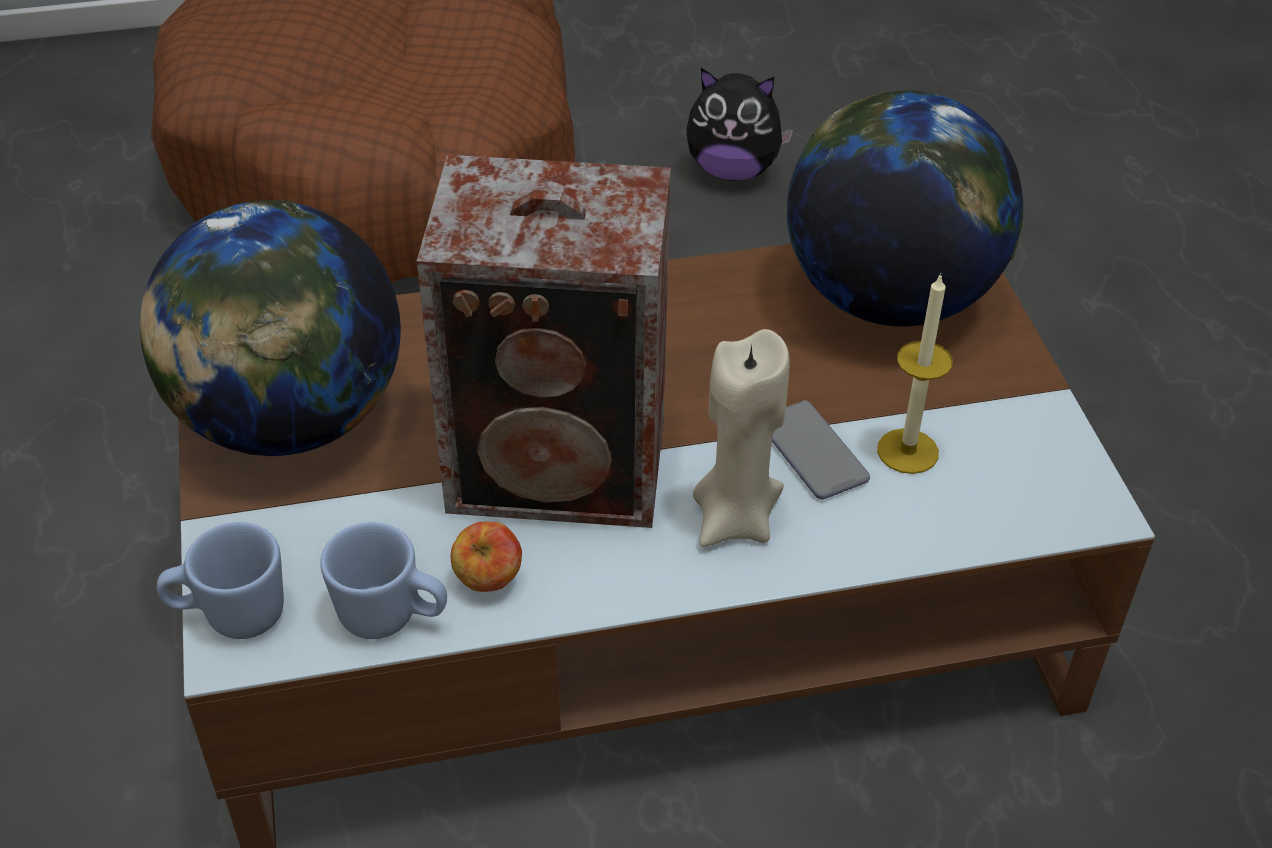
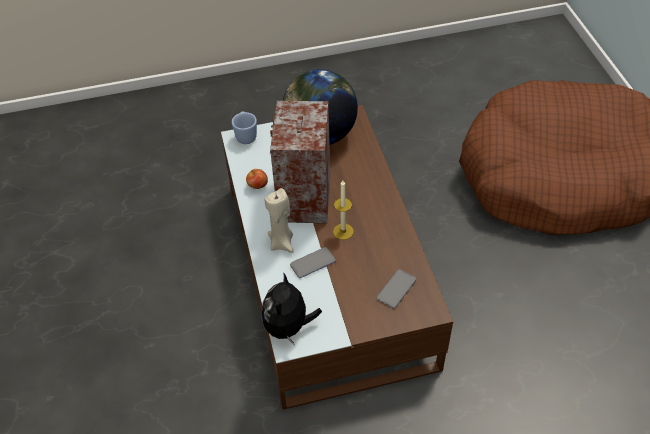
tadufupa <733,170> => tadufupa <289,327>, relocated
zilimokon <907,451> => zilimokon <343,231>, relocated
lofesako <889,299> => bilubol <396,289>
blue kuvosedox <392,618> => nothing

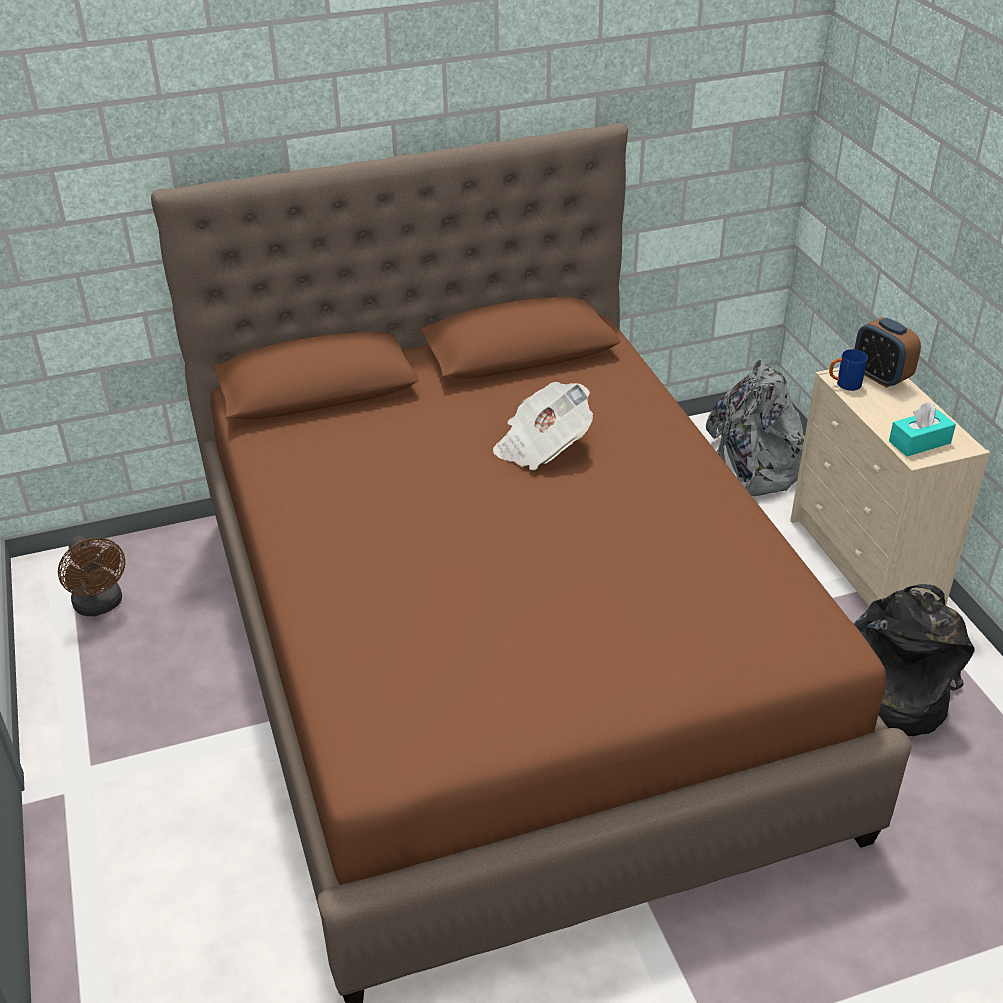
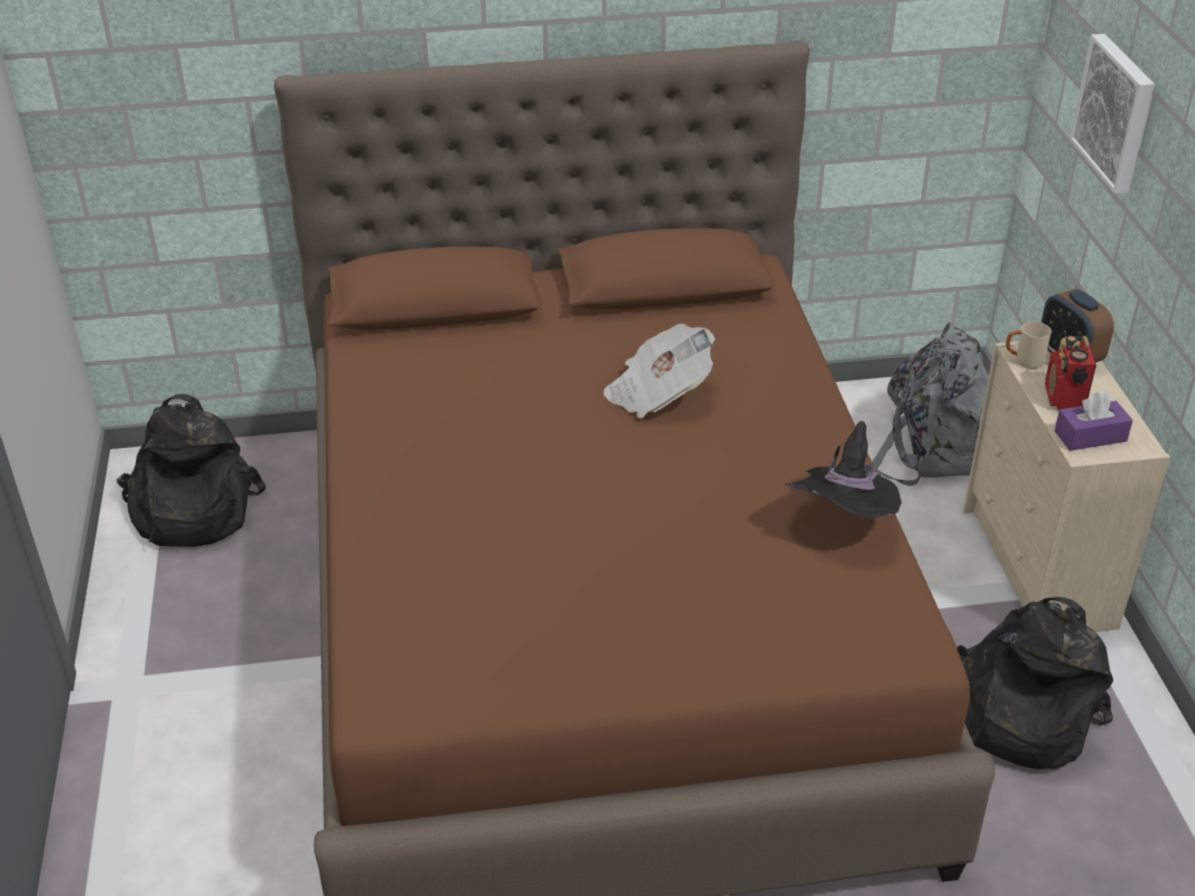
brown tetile <101,605> => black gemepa <190,510>
nothing => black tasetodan <844,522>
blue kuvosedox <844,384> => beige kuvosedox <1023,361>
nothing => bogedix <1064,398>
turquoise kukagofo <919,442> => purple kukagofo <1090,436>
nothing => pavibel <1116,112>

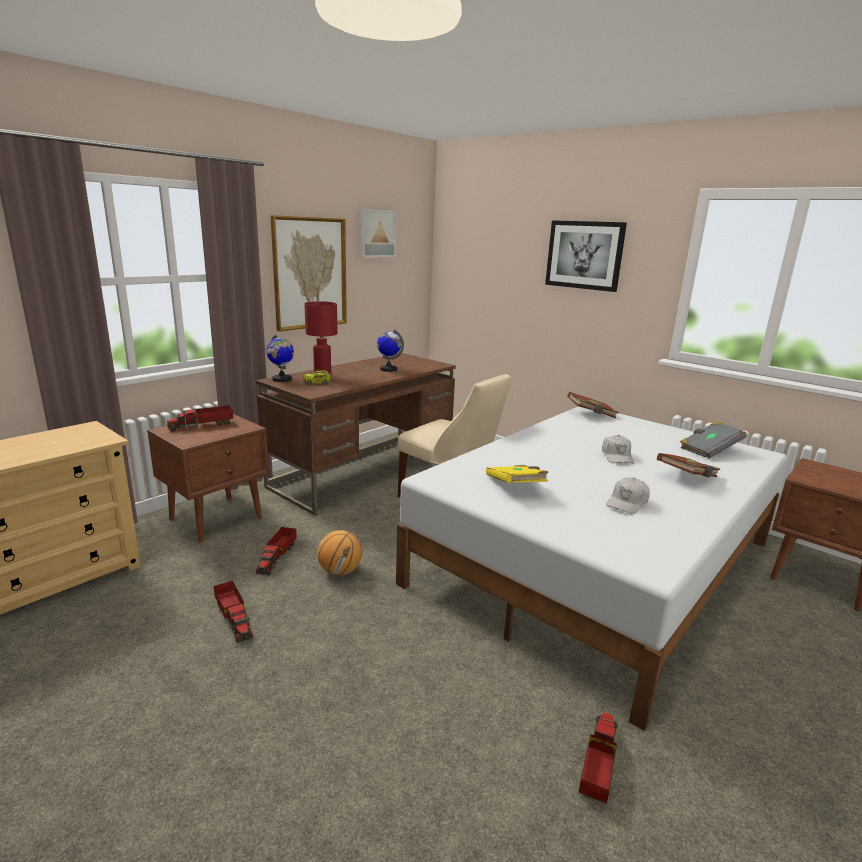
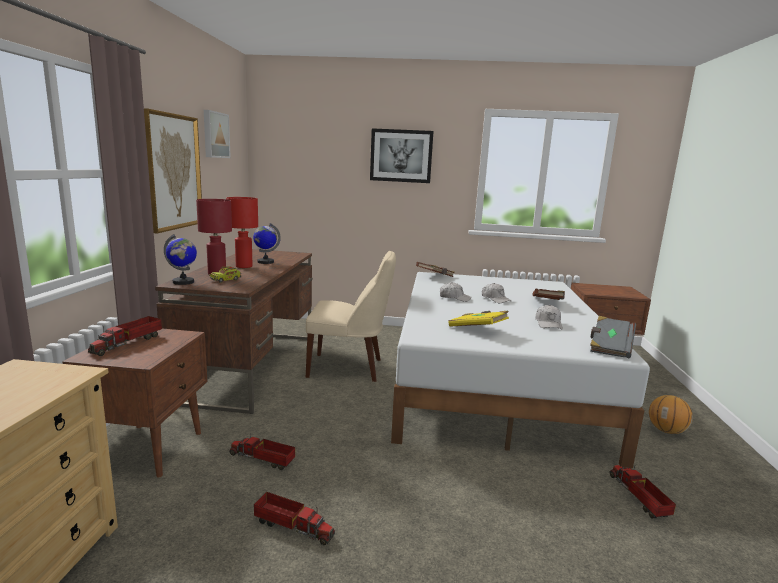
nothing => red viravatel <244,266>
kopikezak <277,556> => kopikezak <263,459>, 135 degrees clockwise
nothing => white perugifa <454,298>
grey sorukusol <709,450> => grey sorukusol <610,347>, relocated
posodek <340,571> => posodek <666,431>, relocated

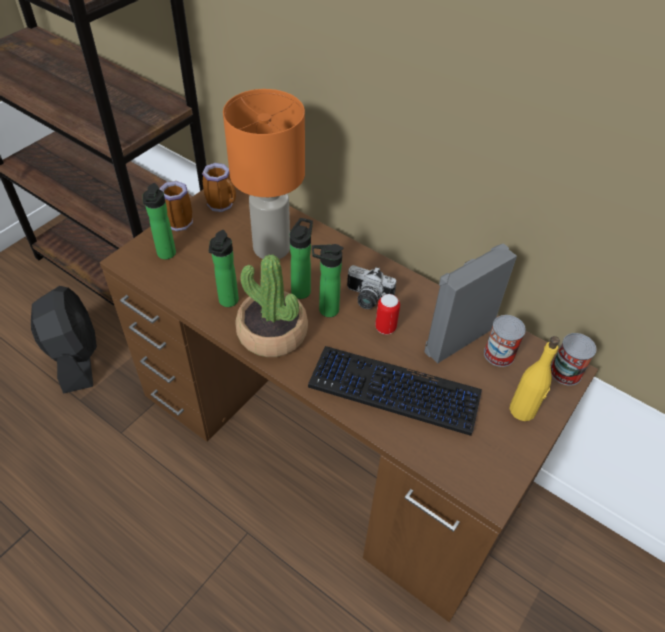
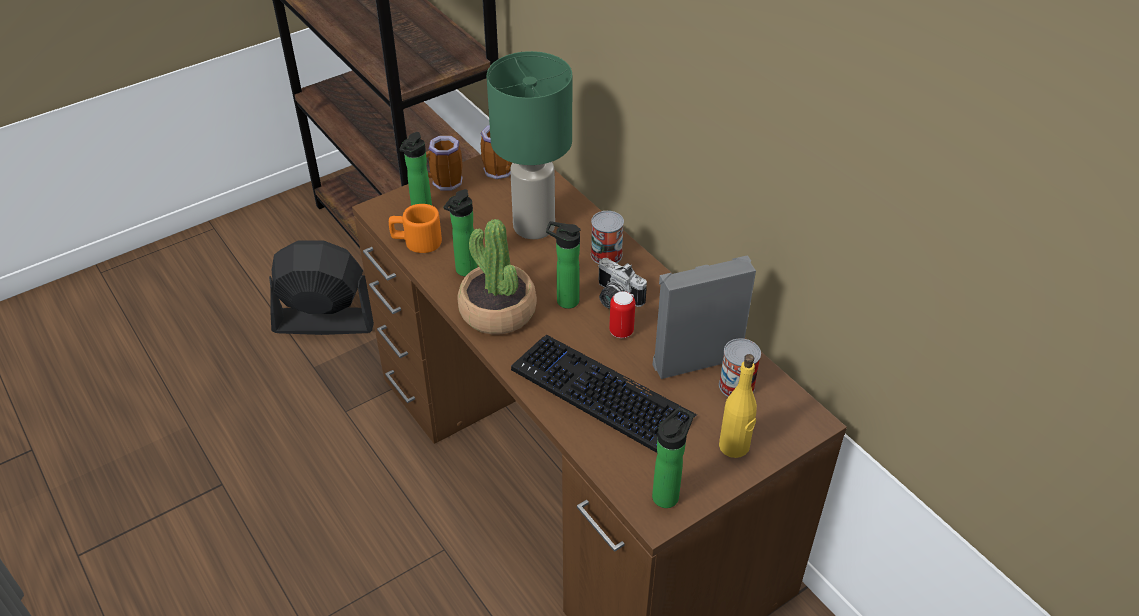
black tetile <75,357> => black tetile <324,321>, 90 degrees counterclockwise
nothing => orange kuvosedox <416,241>
orange viravatel <270,248> => green viravatel <532,226>
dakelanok <565,372> => dakelanok <606,254>, relocated
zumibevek <302,289> => zumibevek <667,494>, relocated

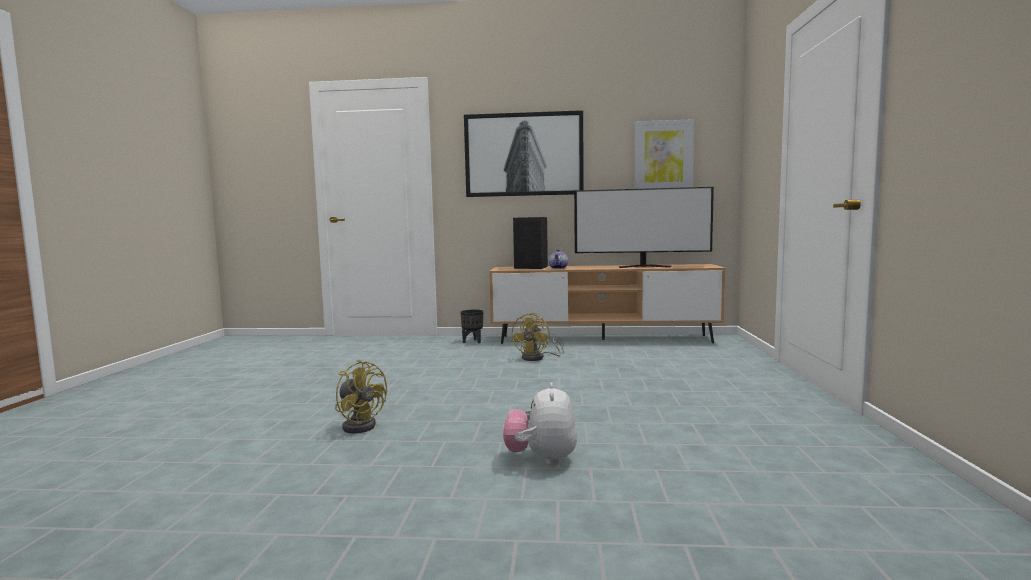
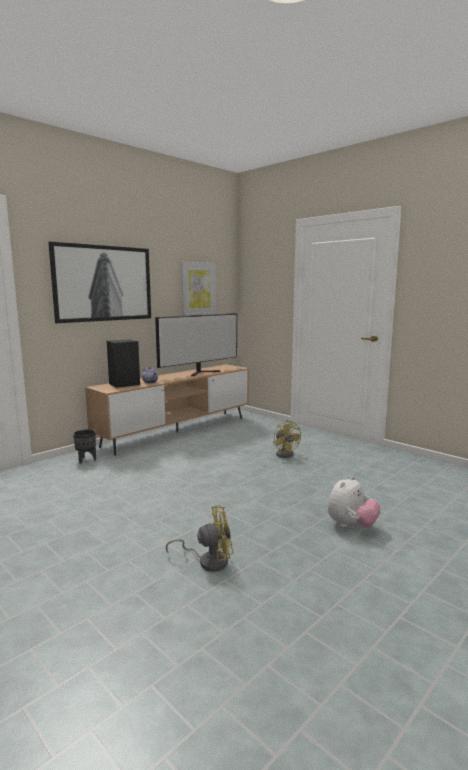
yellow tetile <537,358> => yellow tetile <285,453>, relocated
tadufupa <541,459> => tadufupa <351,526>, 90 degrees counterclockwise

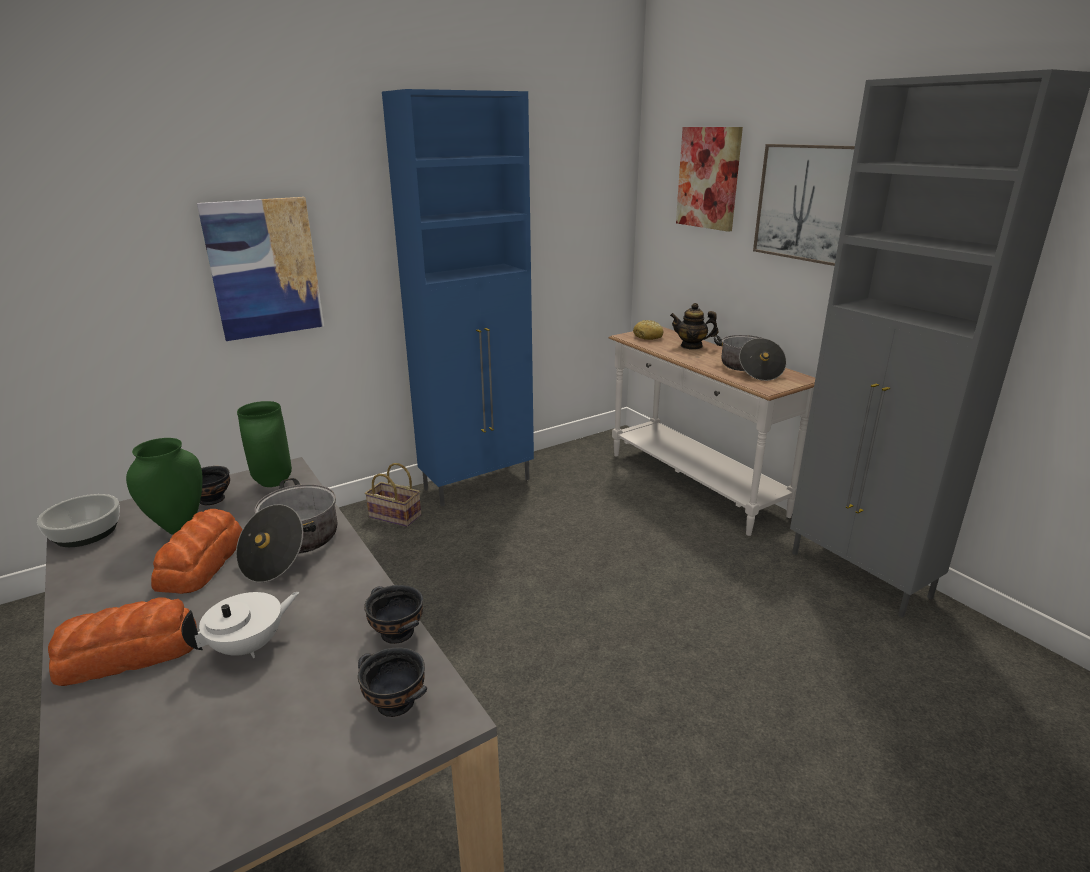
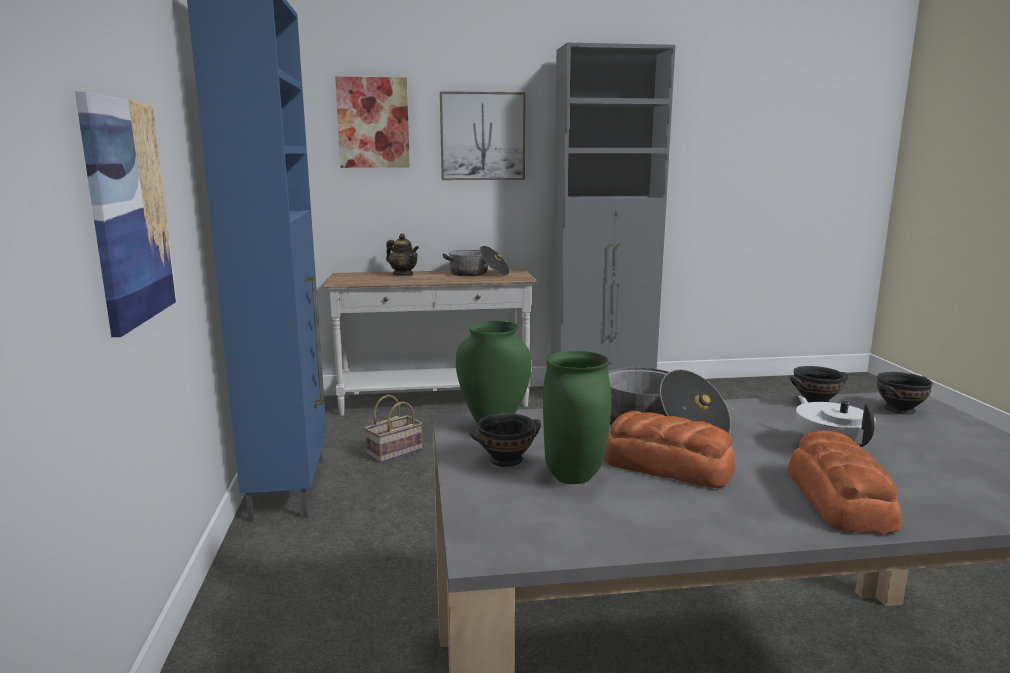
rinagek <393,516> => rinagek <394,453>, relocated
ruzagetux <691,346> => ruzagetux <403,275>, 90 degrees counterclockwise
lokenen <86,532> => nothing
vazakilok <648,337> => nothing

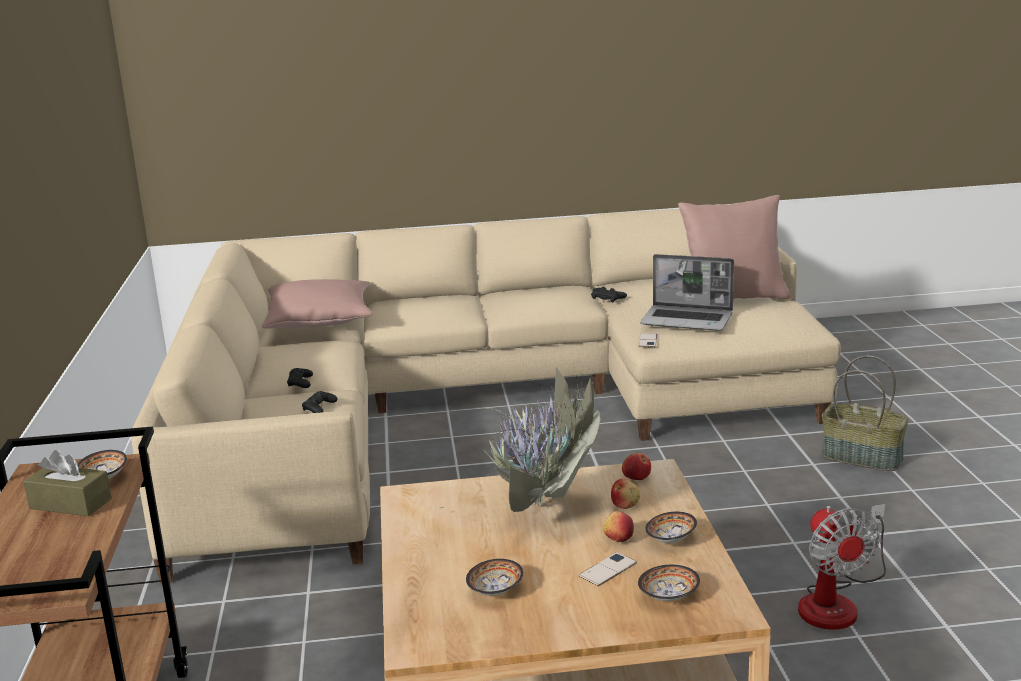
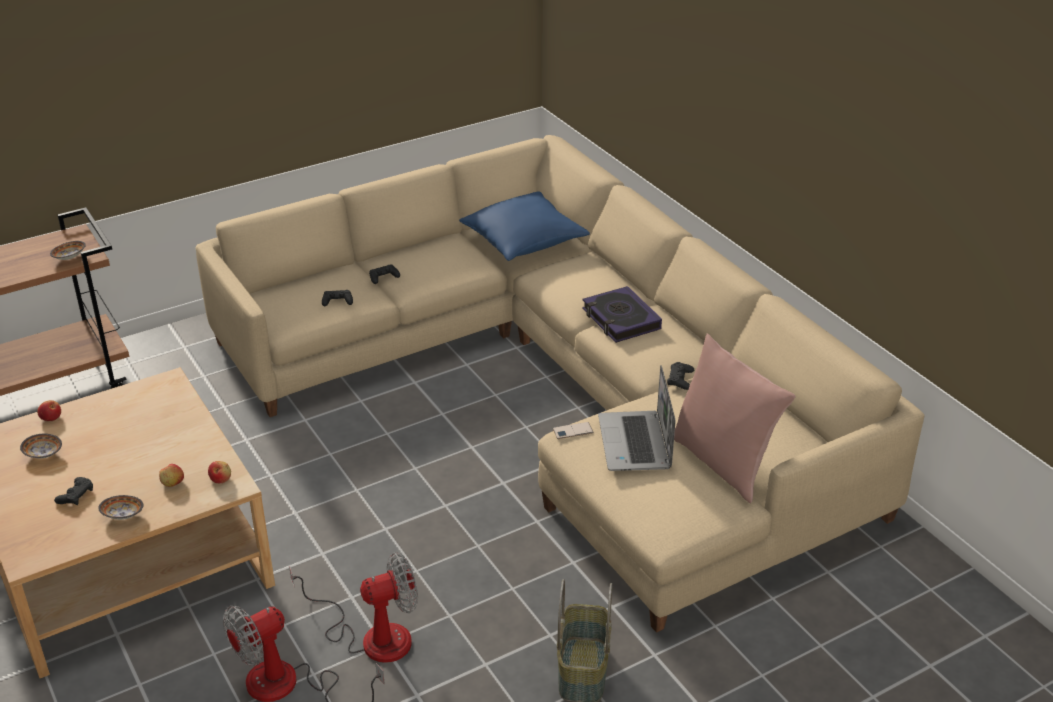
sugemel <618,538> => sugemel <51,417>, relocated
bilubol <608,570> => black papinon <76,495>
nothing => tetile <371,636>
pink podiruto <320,320> => blue podiruto <524,241>
nothing => sorukusol <620,319>
brown kukagofo <70,503> => nothing
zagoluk <543,515> => nothing
lokenen <668,596> => nothing

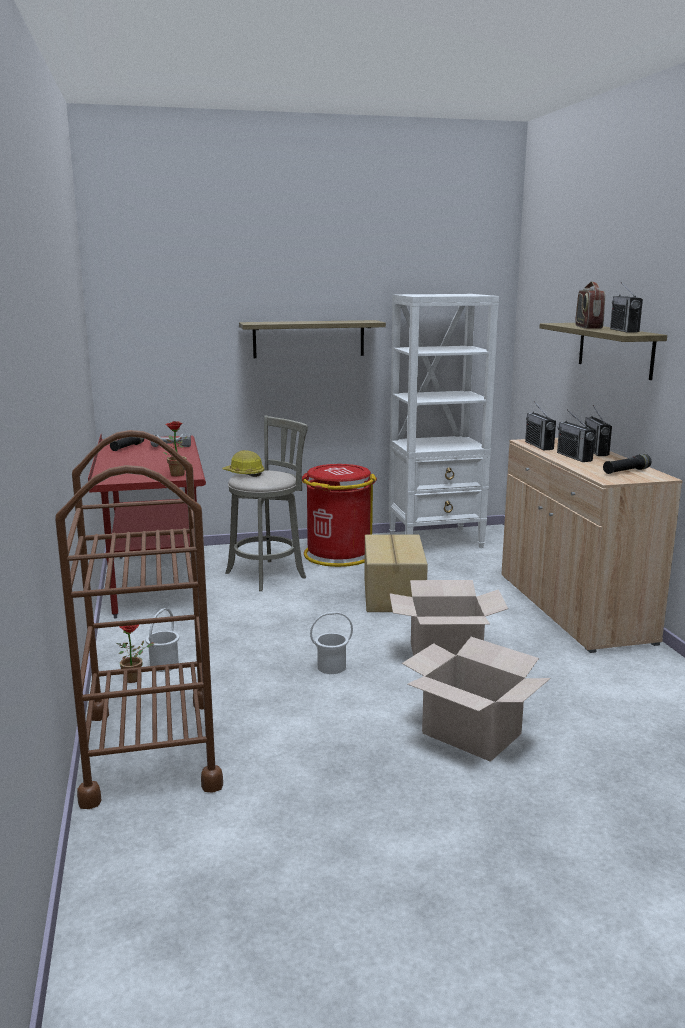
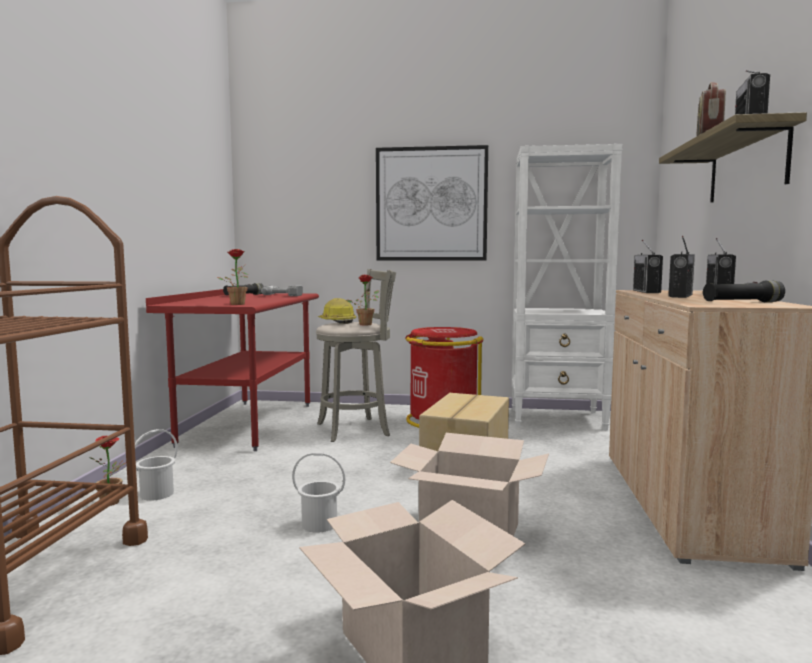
nothing => zagoluk <366,324>
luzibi <309,339> => pavibel <431,204>
bogedix <574,457> => bogedix <681,296>, 150 degrees counterclockwise

